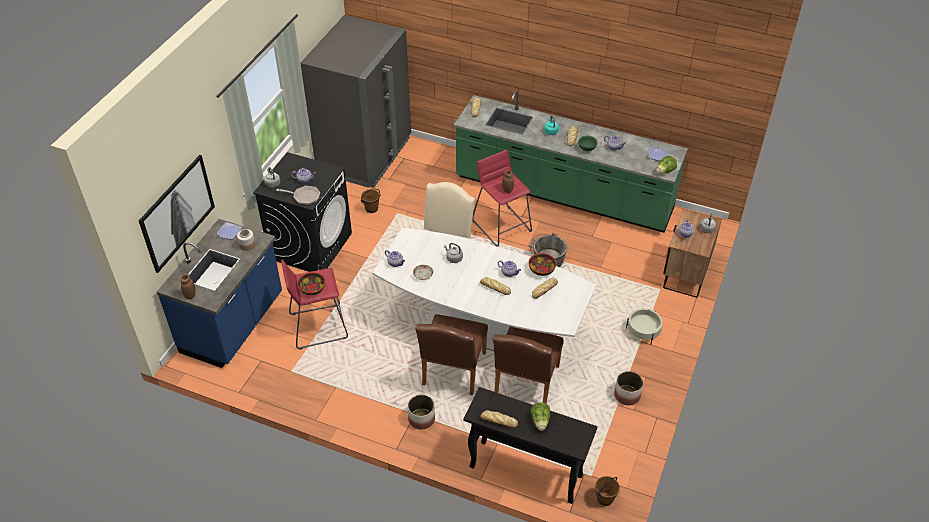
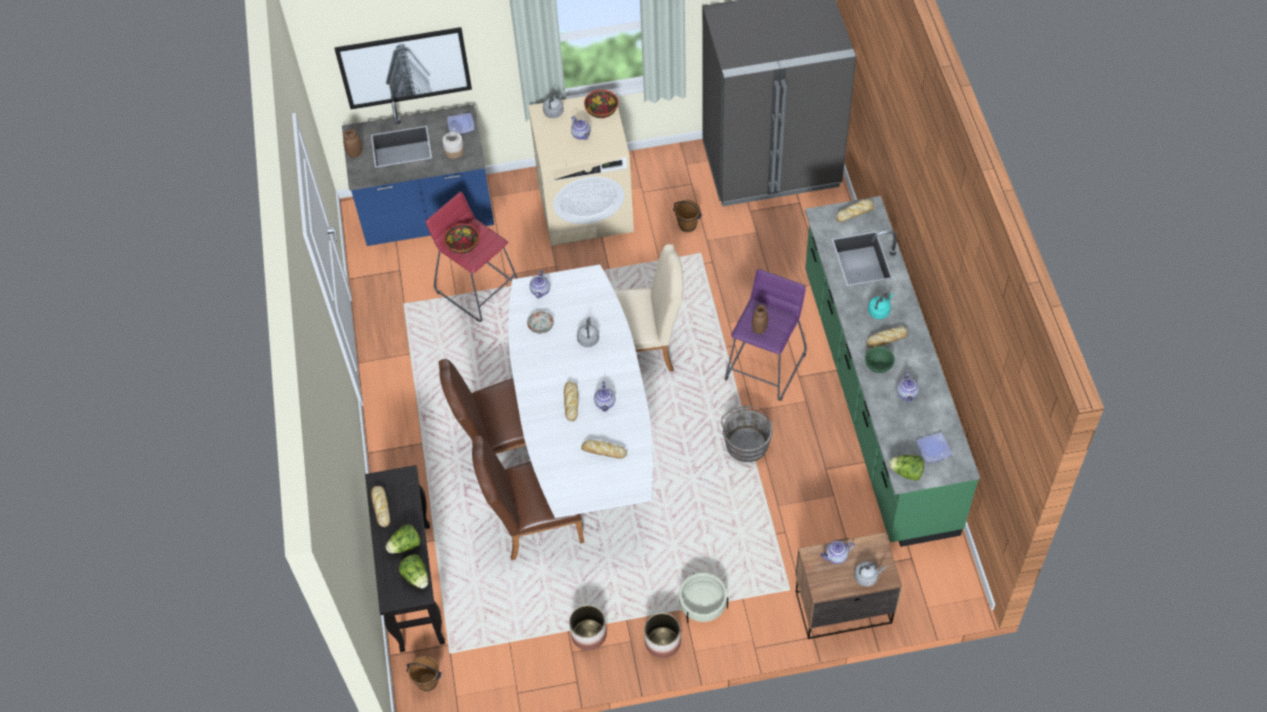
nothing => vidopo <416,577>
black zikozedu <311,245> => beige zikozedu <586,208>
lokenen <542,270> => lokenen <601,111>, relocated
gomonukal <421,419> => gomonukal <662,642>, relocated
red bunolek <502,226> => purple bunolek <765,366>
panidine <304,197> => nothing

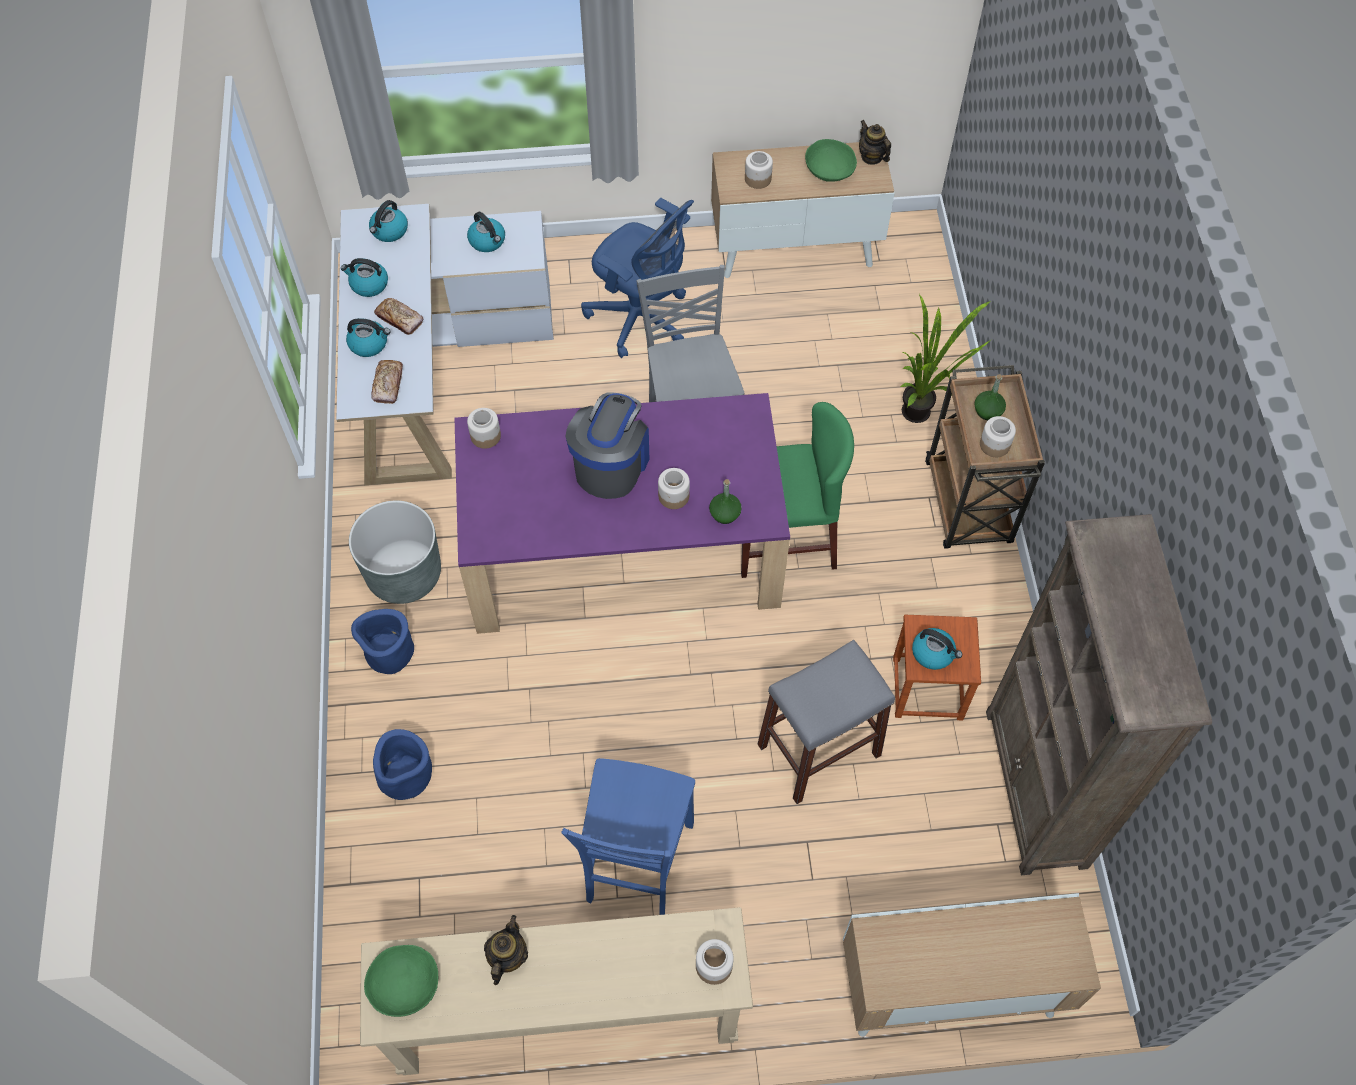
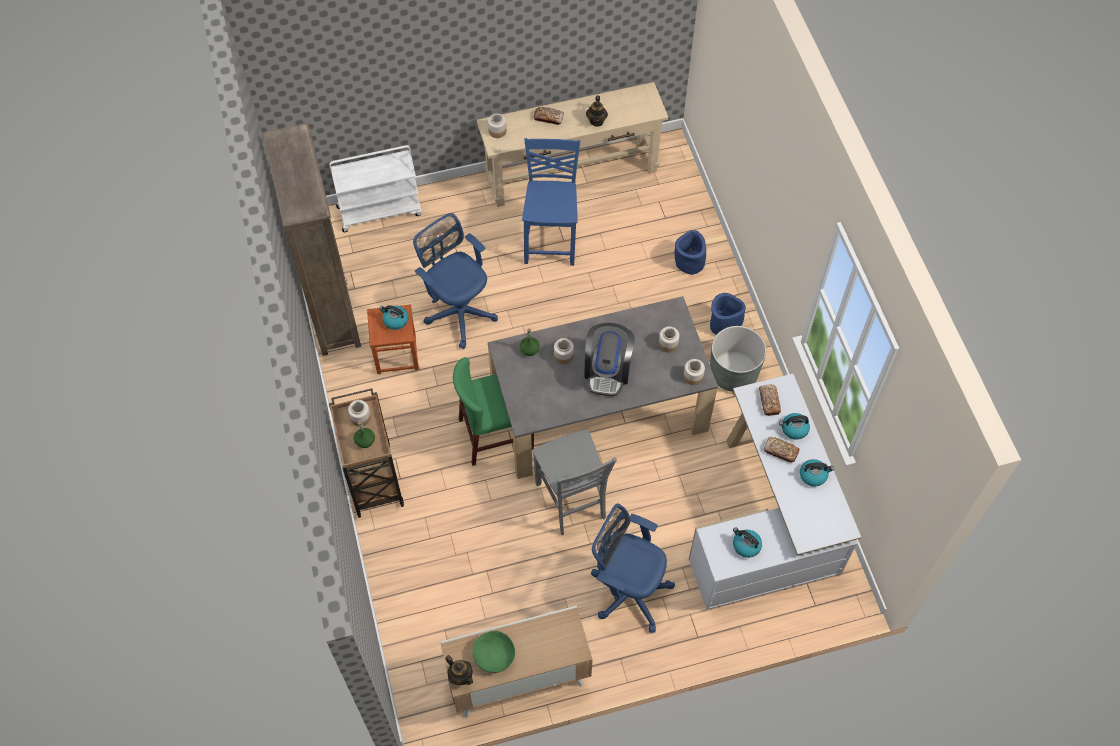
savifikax <949,988> => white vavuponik <380,210>
grey bunolek <818,750> => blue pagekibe <458,311>
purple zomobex <623,551> => grey zomobex <598,409>
nothing => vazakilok <548,118>
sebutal <757,179> => sebutal <668,344>, relocated
green lokenen <404,985> => nothing
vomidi <389,231> => nothing
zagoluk <922,413> => nothing

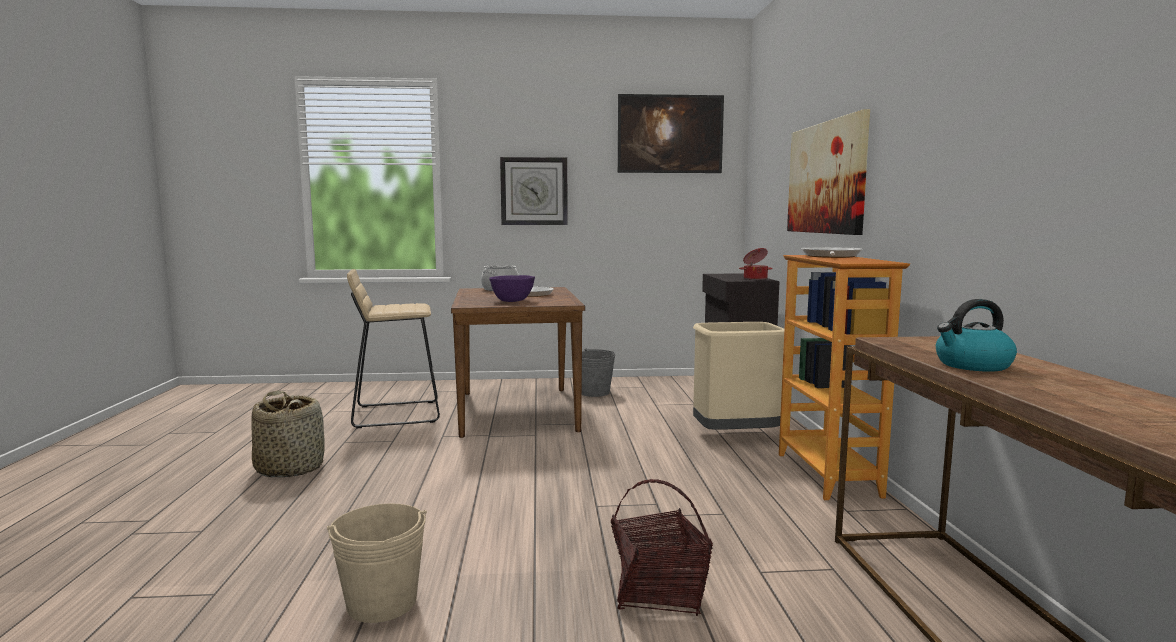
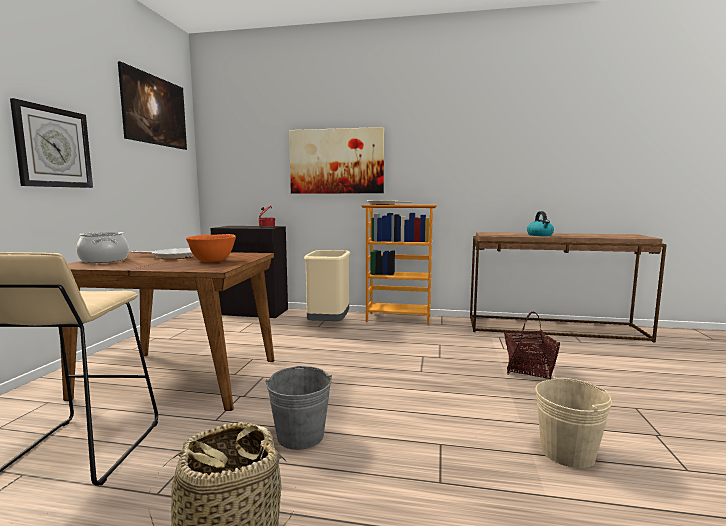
purple lokenen <513,301> => orange lokenen <213,261>
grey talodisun <594,392> => grey talodisun <300,436>, relocated

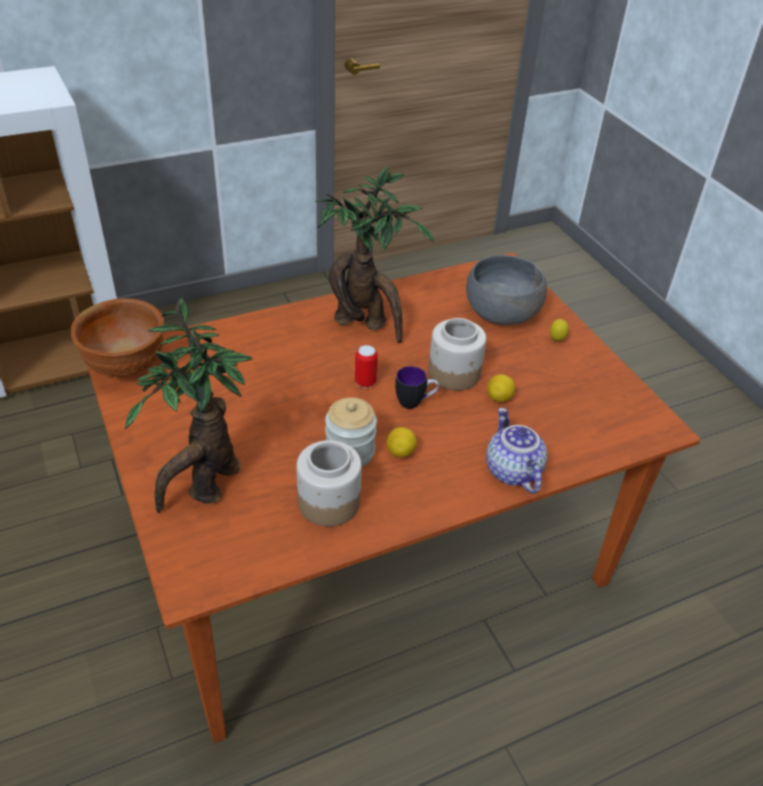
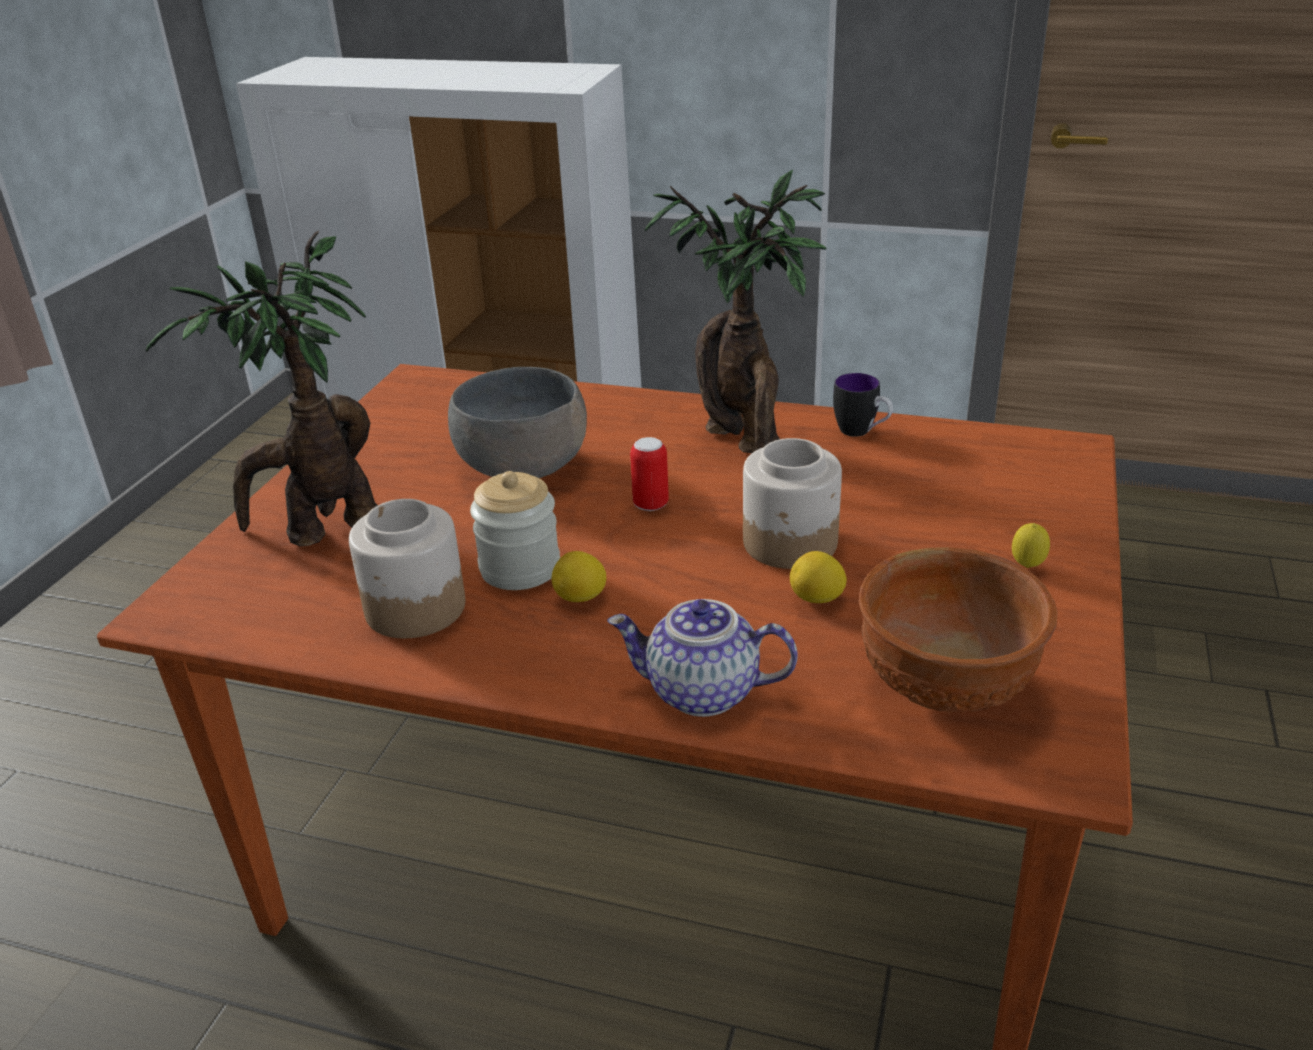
grey lokenen <502,313> => grey lokenen <523,466>, relocated
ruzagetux <511,471> => ruzagetux <701,693>, 105 degrees counterclockwise
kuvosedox <415,402> => kuvosedox <861,432>, relocated
brown lokenen <126,366> => brown lokenen <944,690>, relocated

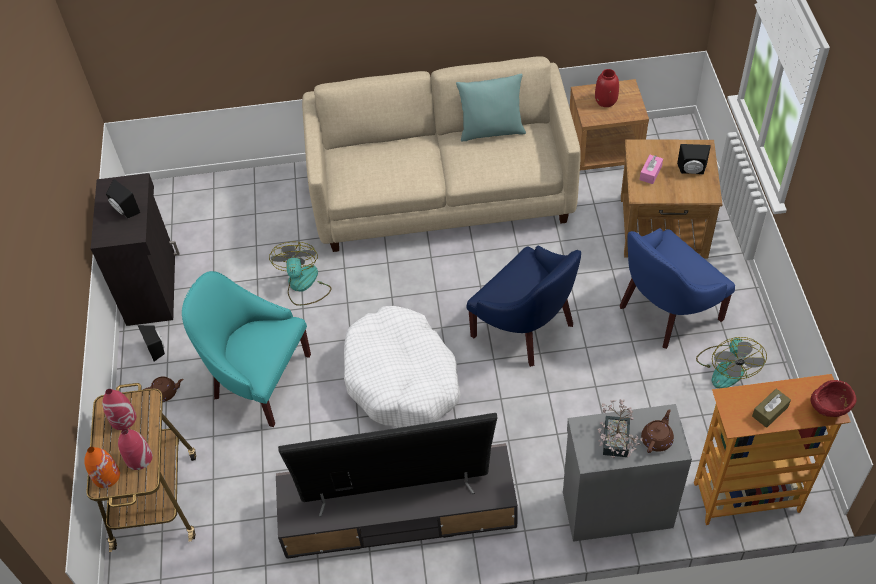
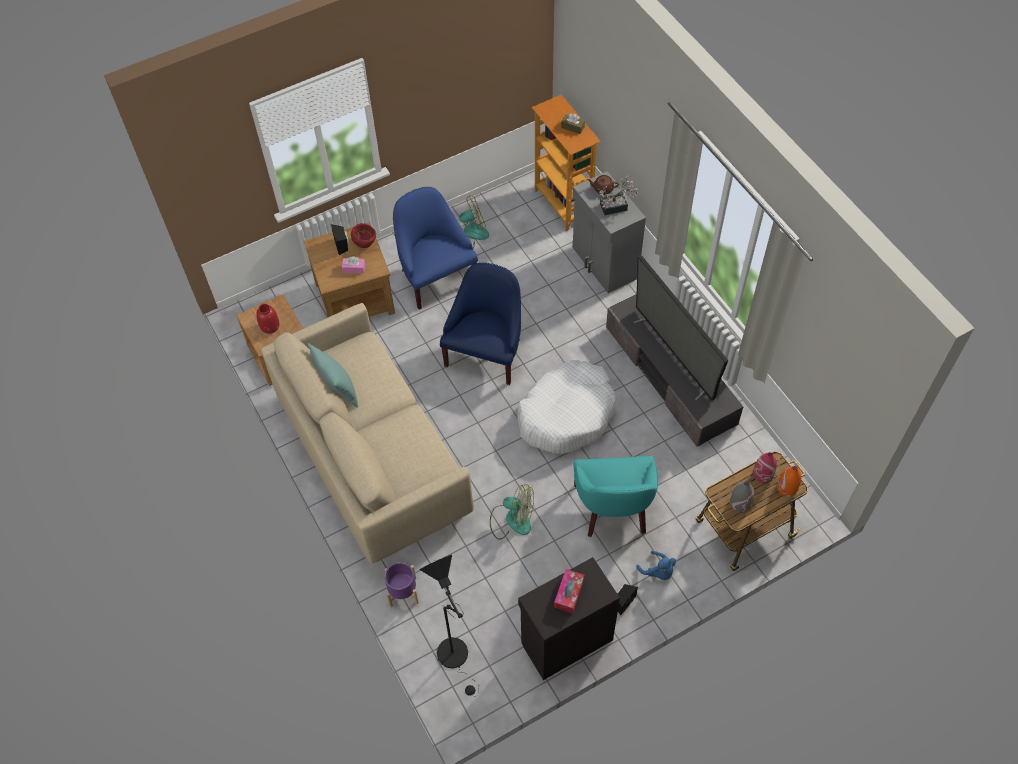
red lokenen <828,409> => red lokenen <365,242>, relocated
nothing => purple gomonukal <403,592>
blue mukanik <666,310> => blue mukanik <435,277>, 150 degrees counterclockwise
nothing => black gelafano <456,658>
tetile <303,285> => tetile <511,519>, 135 degrees counterclockwise
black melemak <124,211> => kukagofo <569,593>
brown ruzagetux <165,393> => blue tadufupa <658,571>
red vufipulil <123,418> => grey vufipulil <740,502>

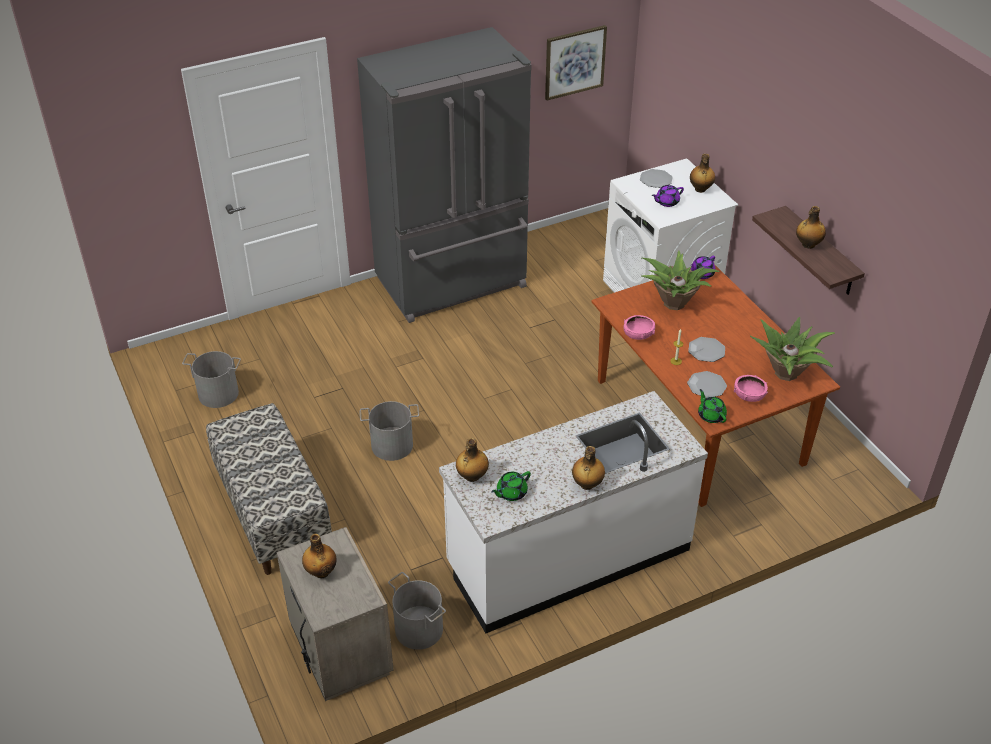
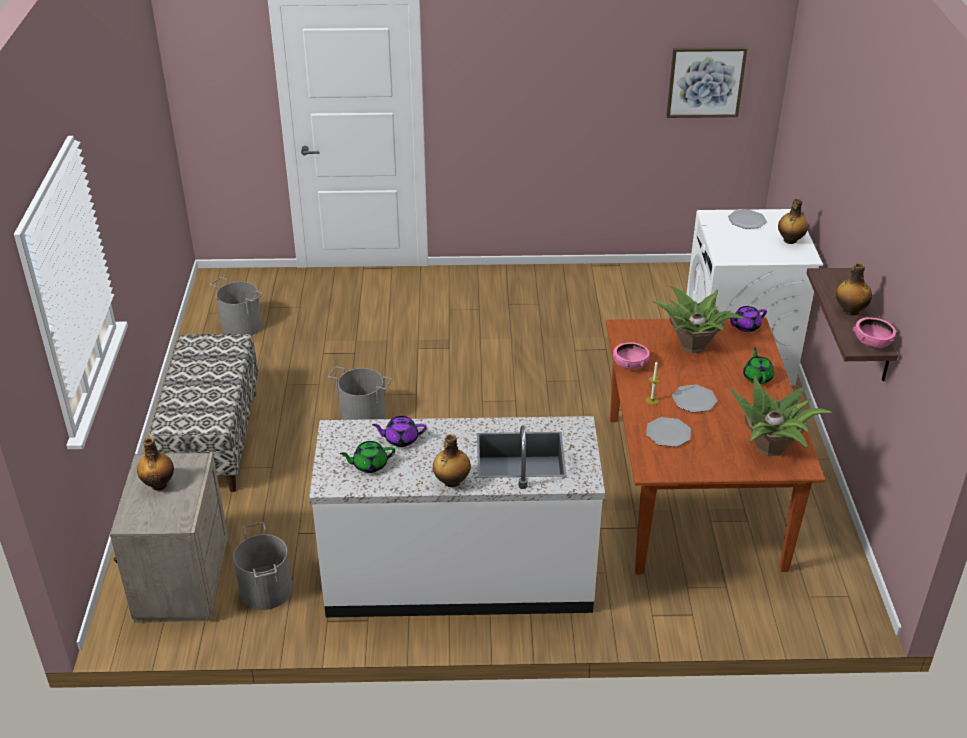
purple ruzagetux <666,202> => purple ruzagetux <400,439>, relocated
green ruzagetux <711,415> => green ruzagetux <757,377>, relocated
pink lokenen <748,396> => pink lokenen <872,342>, relocated
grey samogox <453,283> => nothing
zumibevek <472,476> => nothing

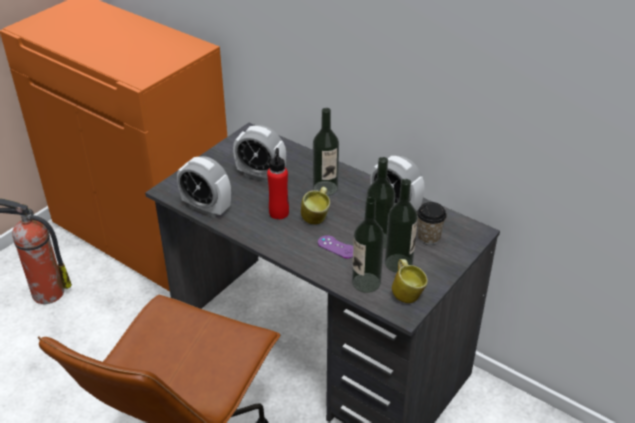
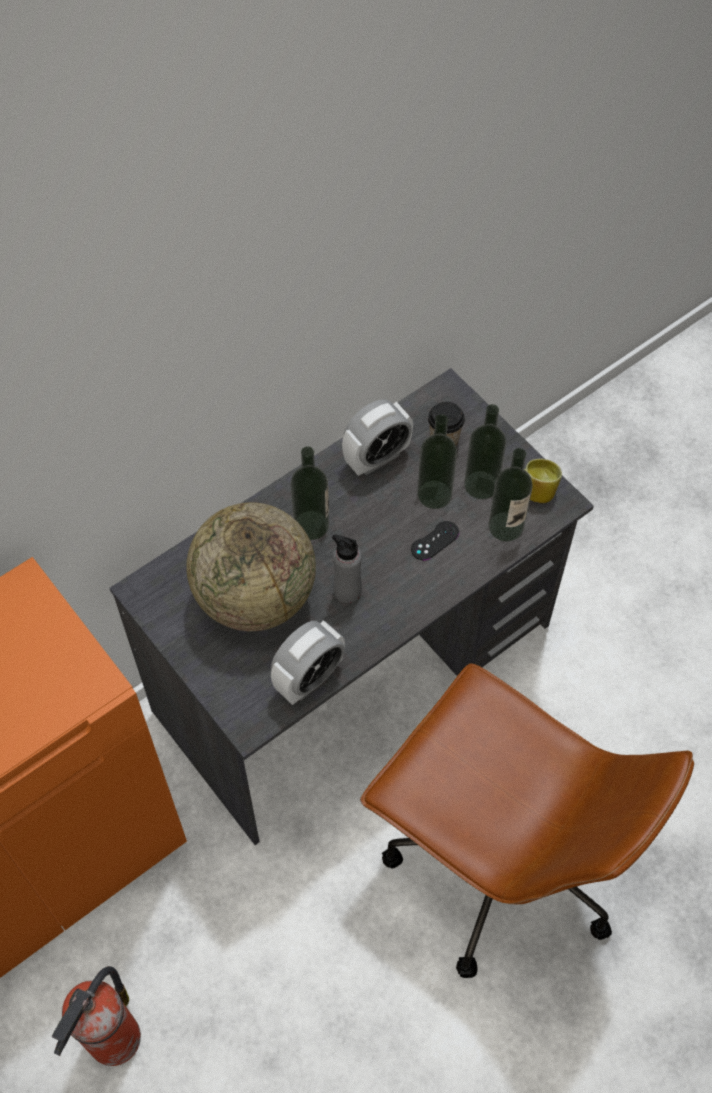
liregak <261,175> => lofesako <255,596>
red zumibevek <279,213> => grey zumibevek <347,591>
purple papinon <337,247> => black papinon <435,541>
kuvosedox <317,217> => nothing

